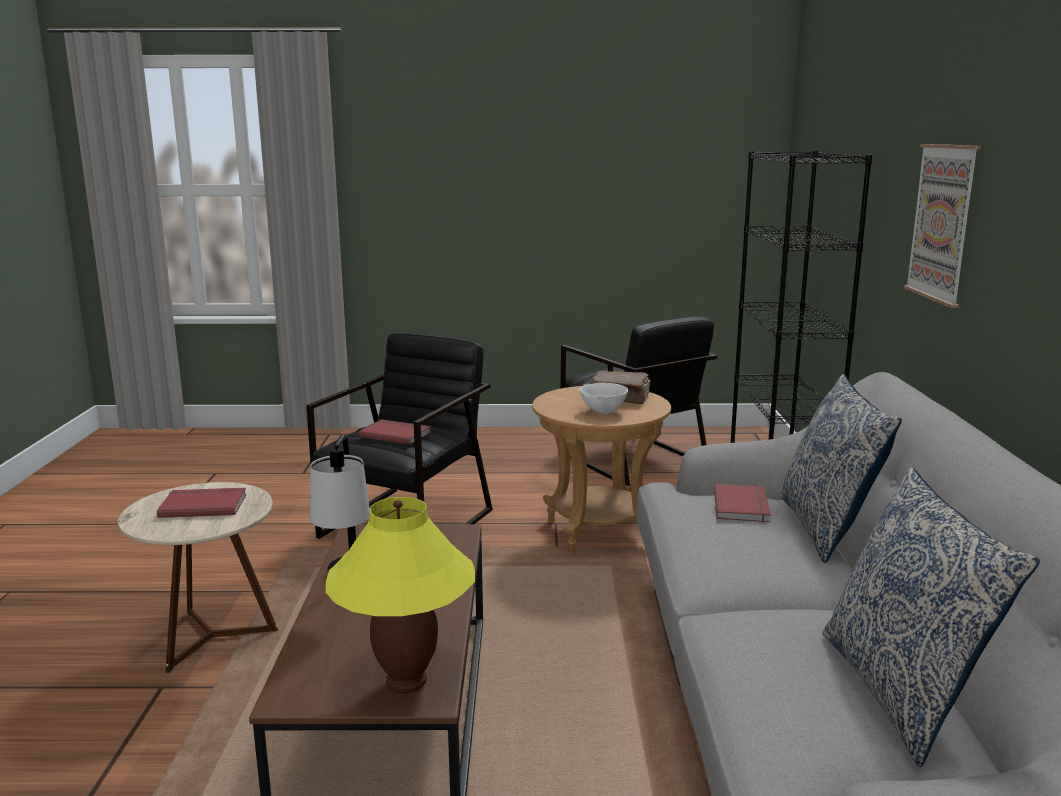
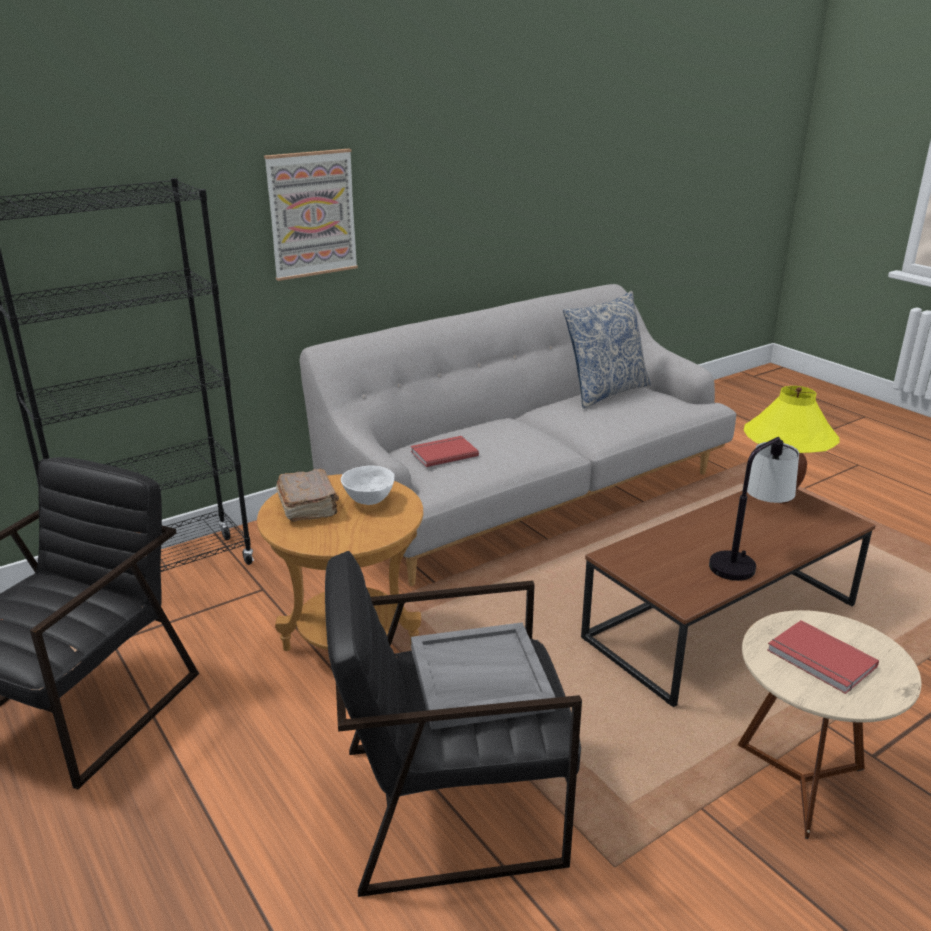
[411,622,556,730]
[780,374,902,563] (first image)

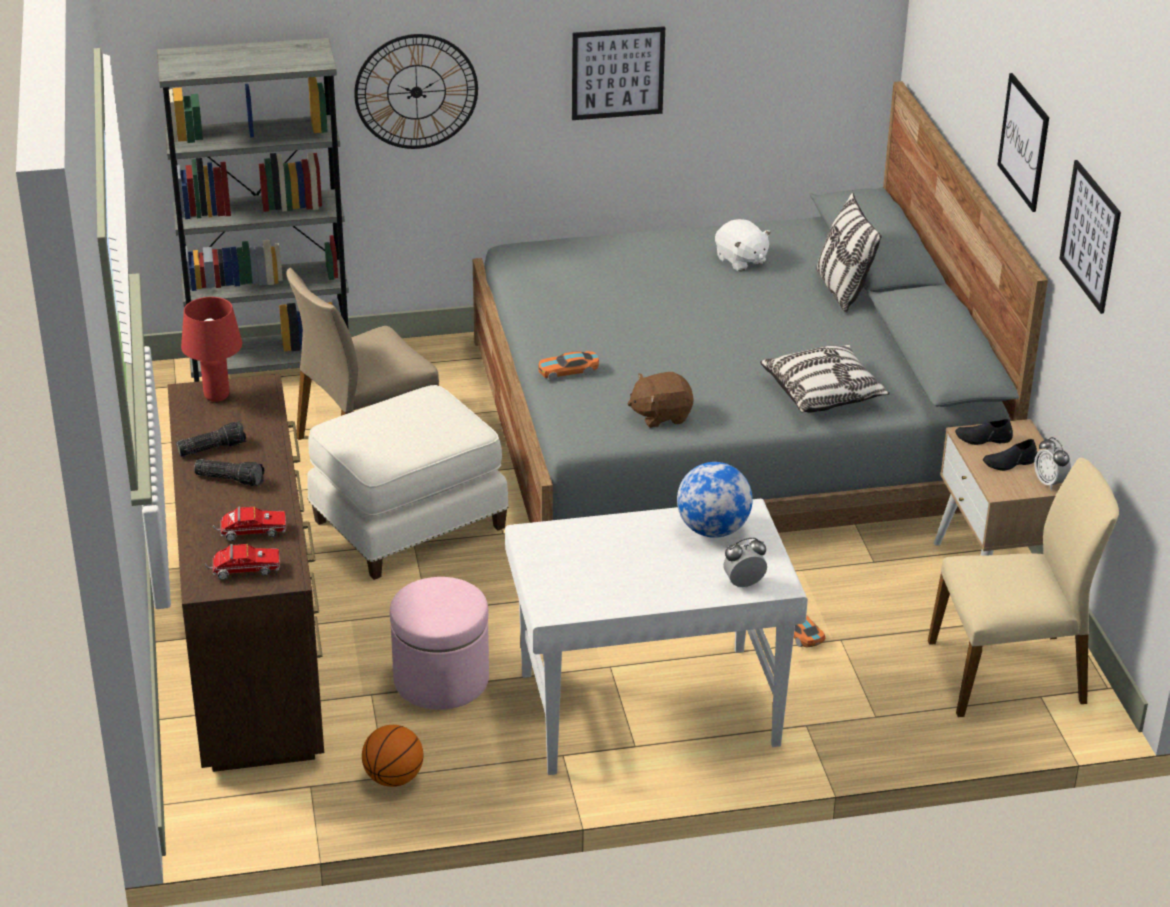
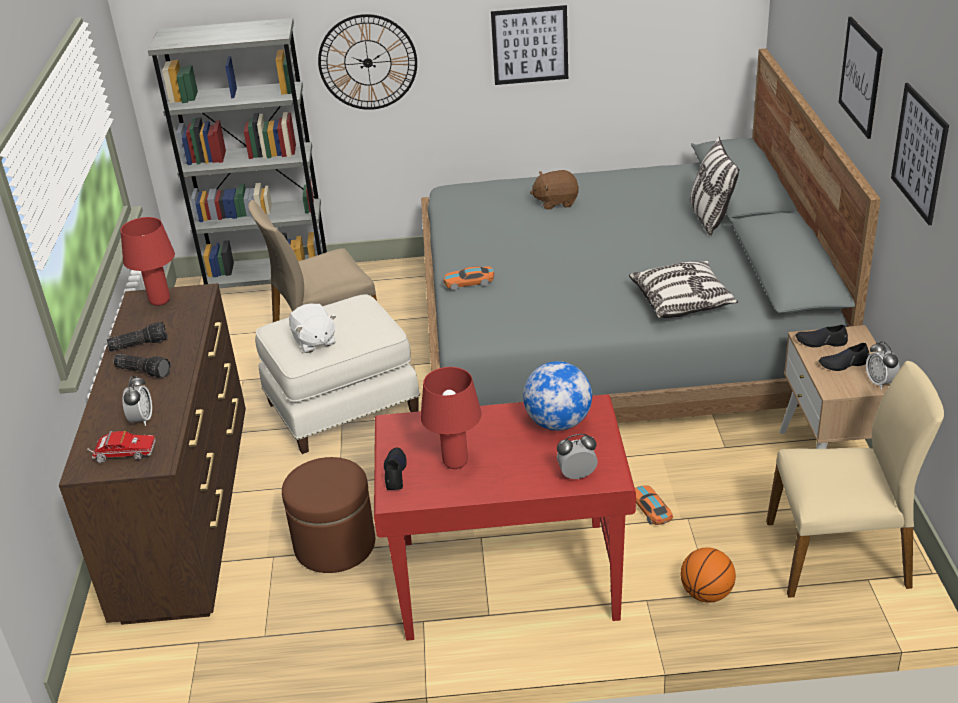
[123,376,152,426]
[282,457,375,573]
[289,304,336,353]
[374,394,636,641]
[384,448,407,490]
[421,367,482,469]
[530,170,579,209]
[681,547,736,603]

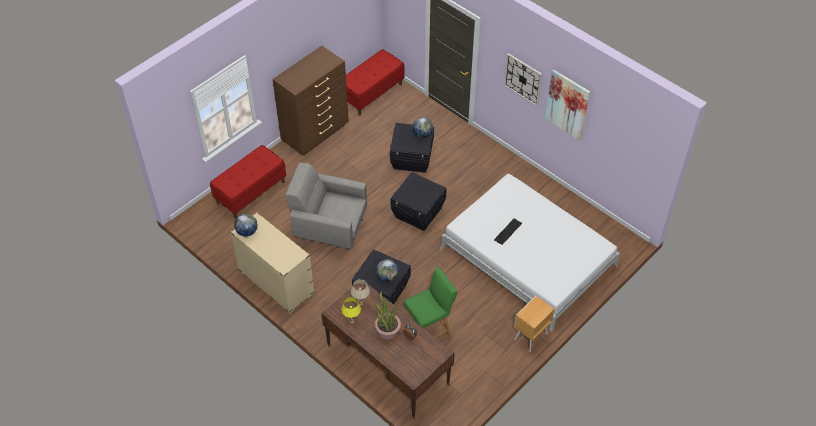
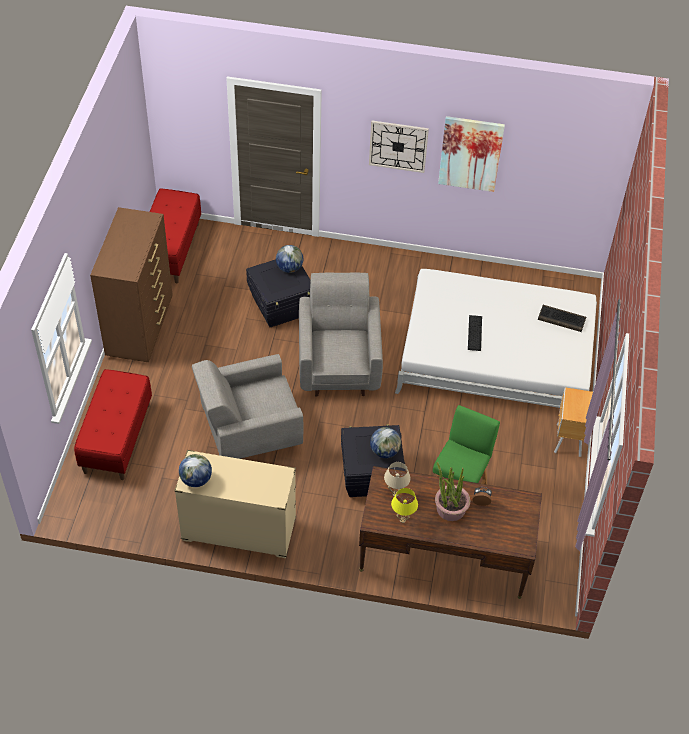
[299,272,383,397]
[538,305,586,332]

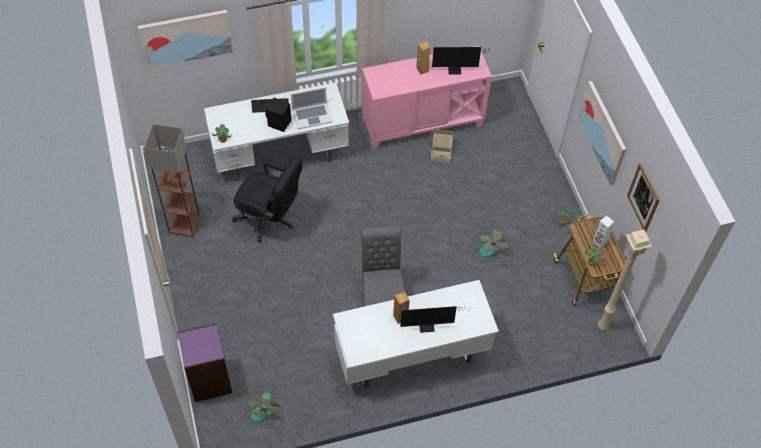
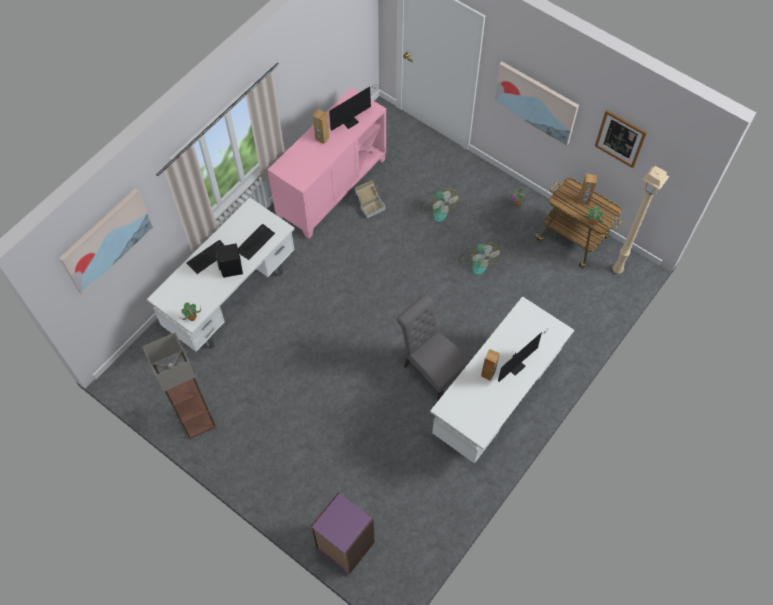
[238,224,275,260]
[420,188,459,222]
[578,174,597,205]
[232,156,302,242] (first image)

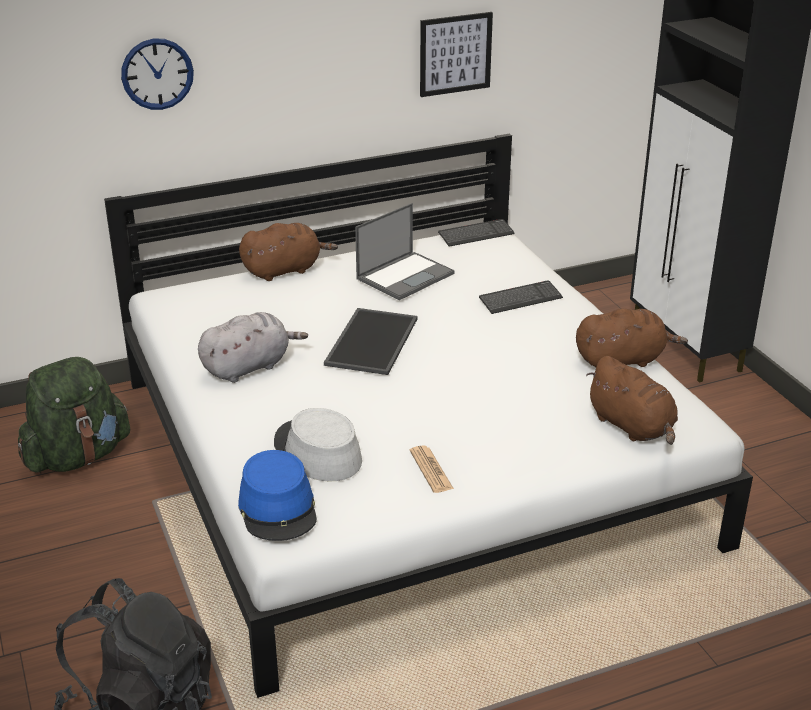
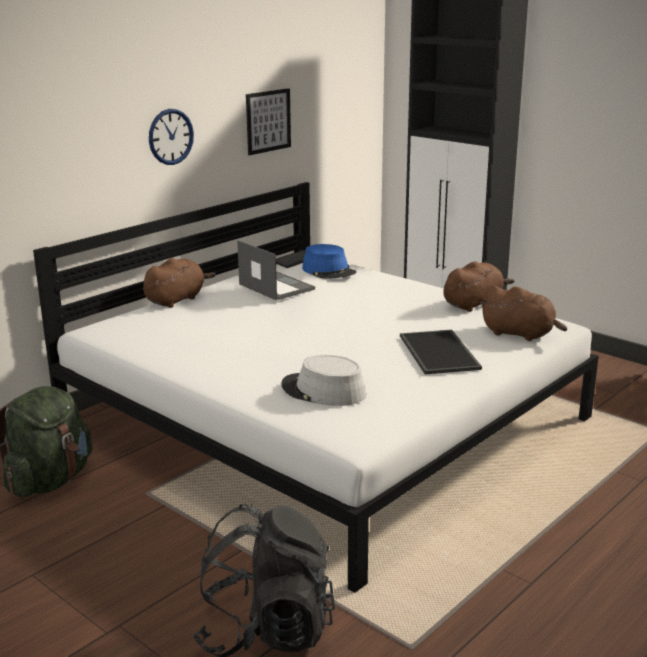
[149,109,194,165]
[237,240,315,300]
[302,244,357,279]
[400,330,482,374]
[198,312,308,383] (first image)
[410,445,454,493] (first image)
[479,280,563,314] (first image)

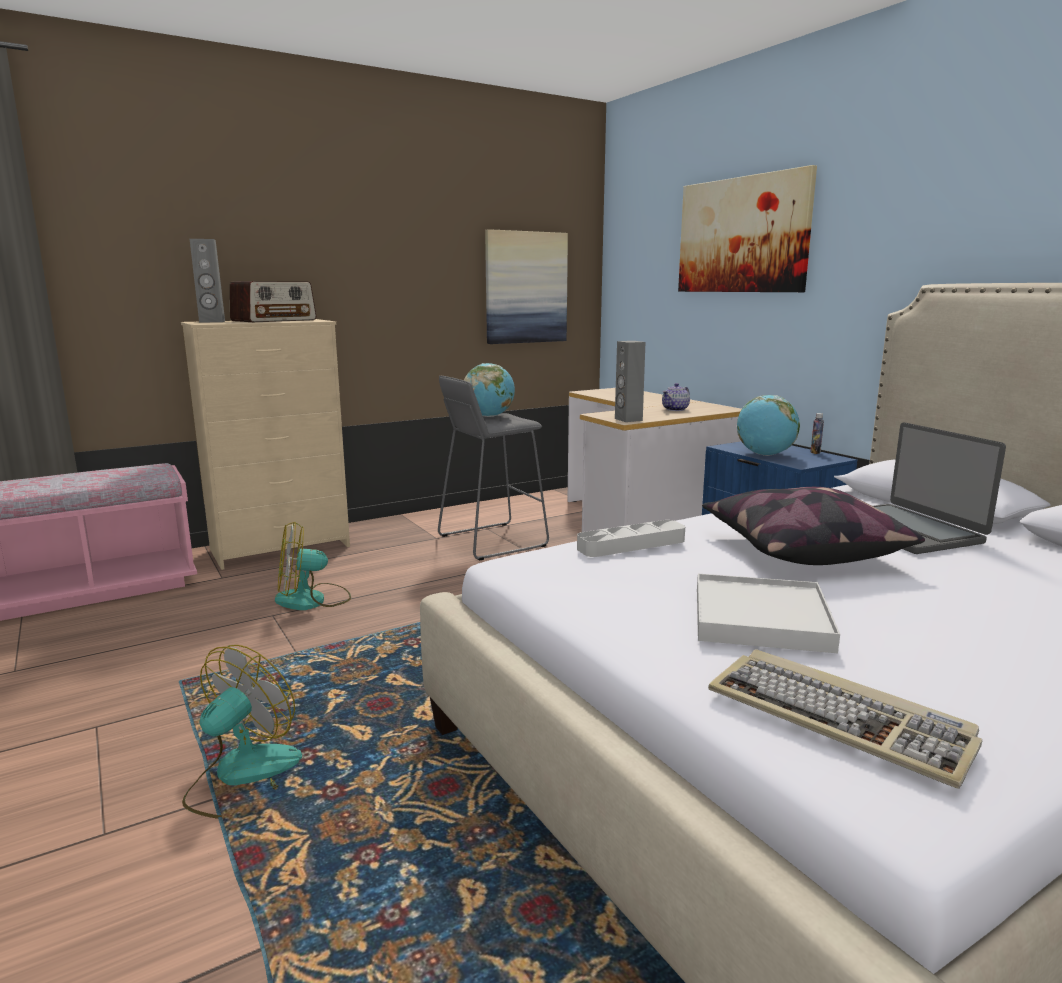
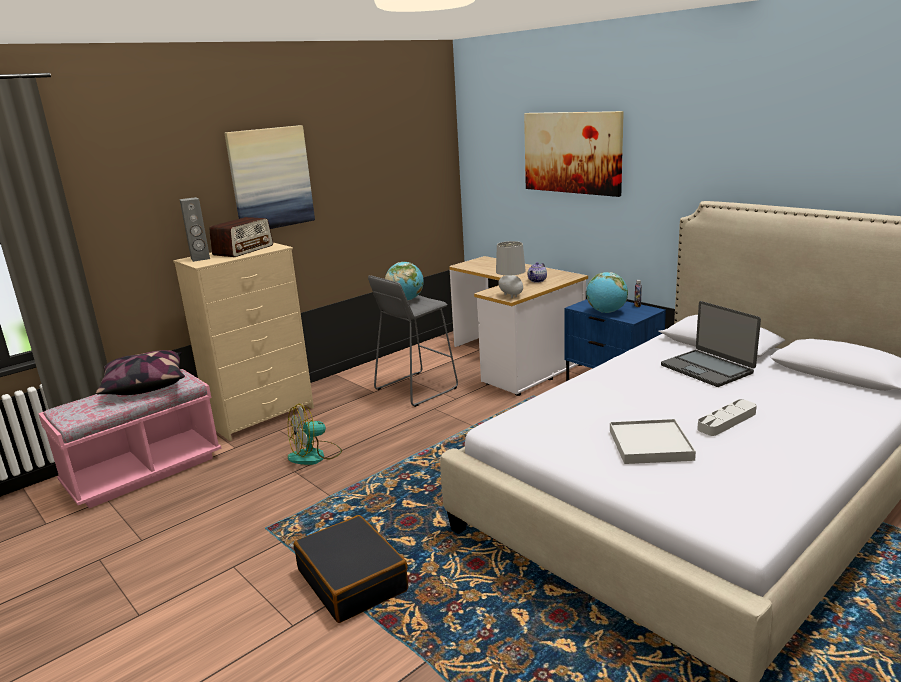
[96,350,185,395]
[225,125,315,229]
[294,515,408,623]
[496,241,526,298]
[697,399,757,436]
[708,649,983,789] (first image)

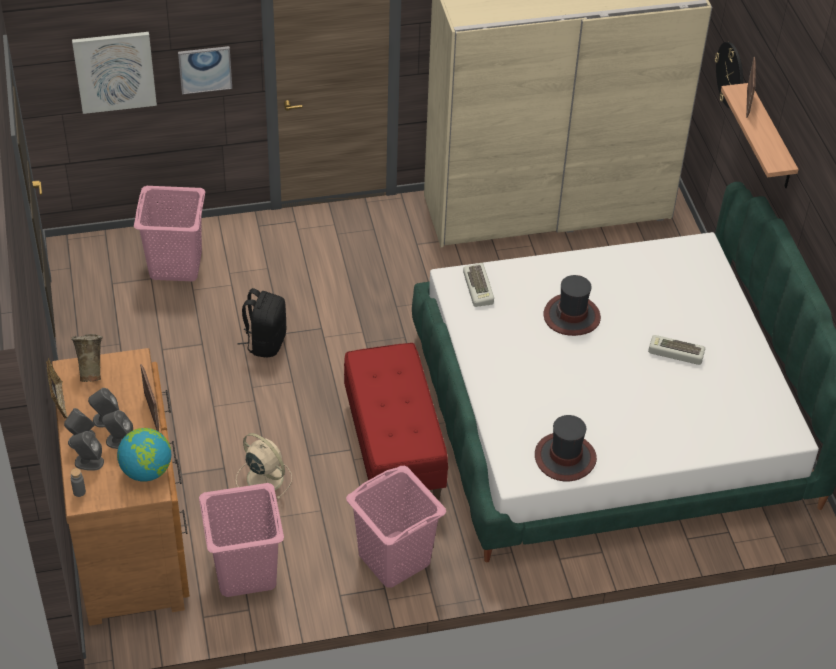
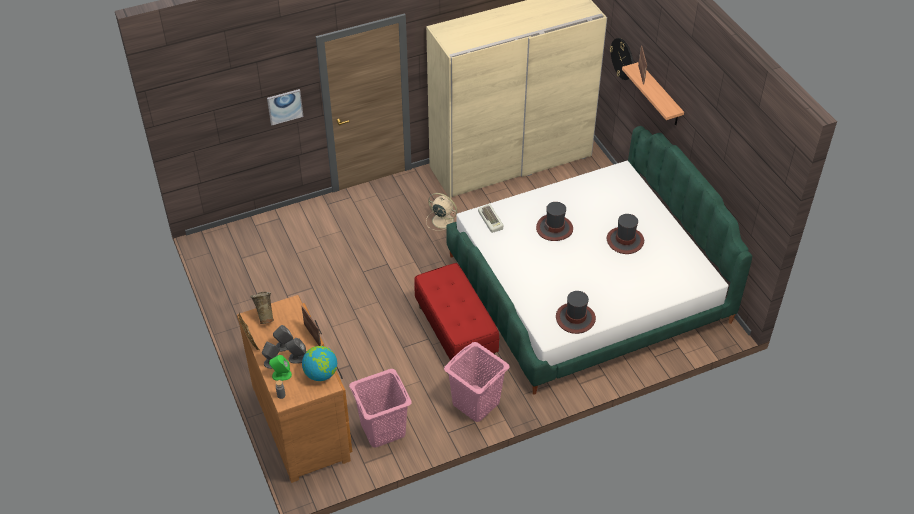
[269,355,292,381]
[426,193,457,231]
[607,214,644,254]
[72,32,157,114] (first image)
[134,186,205,281] (first image)
[237,288,286,357] (first image)

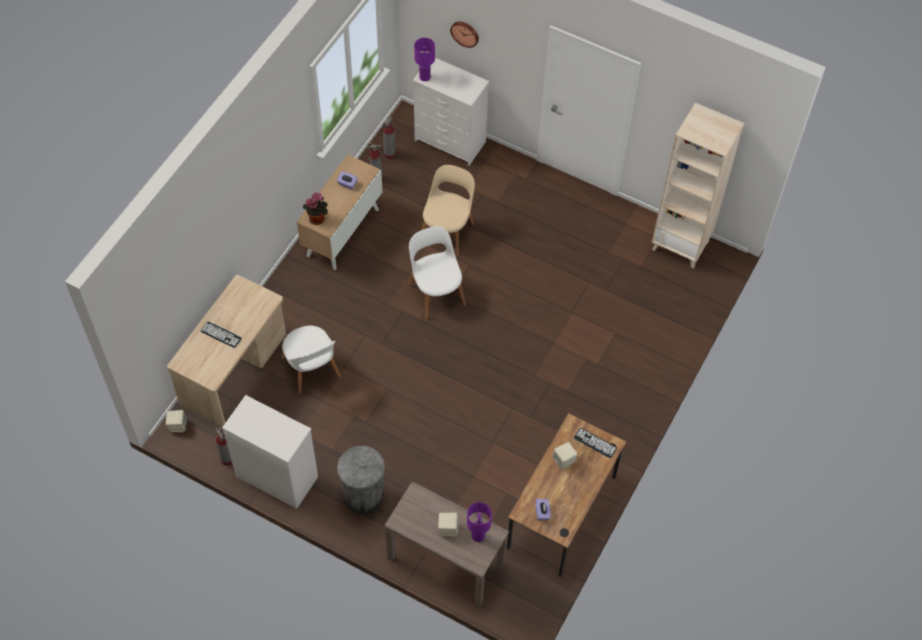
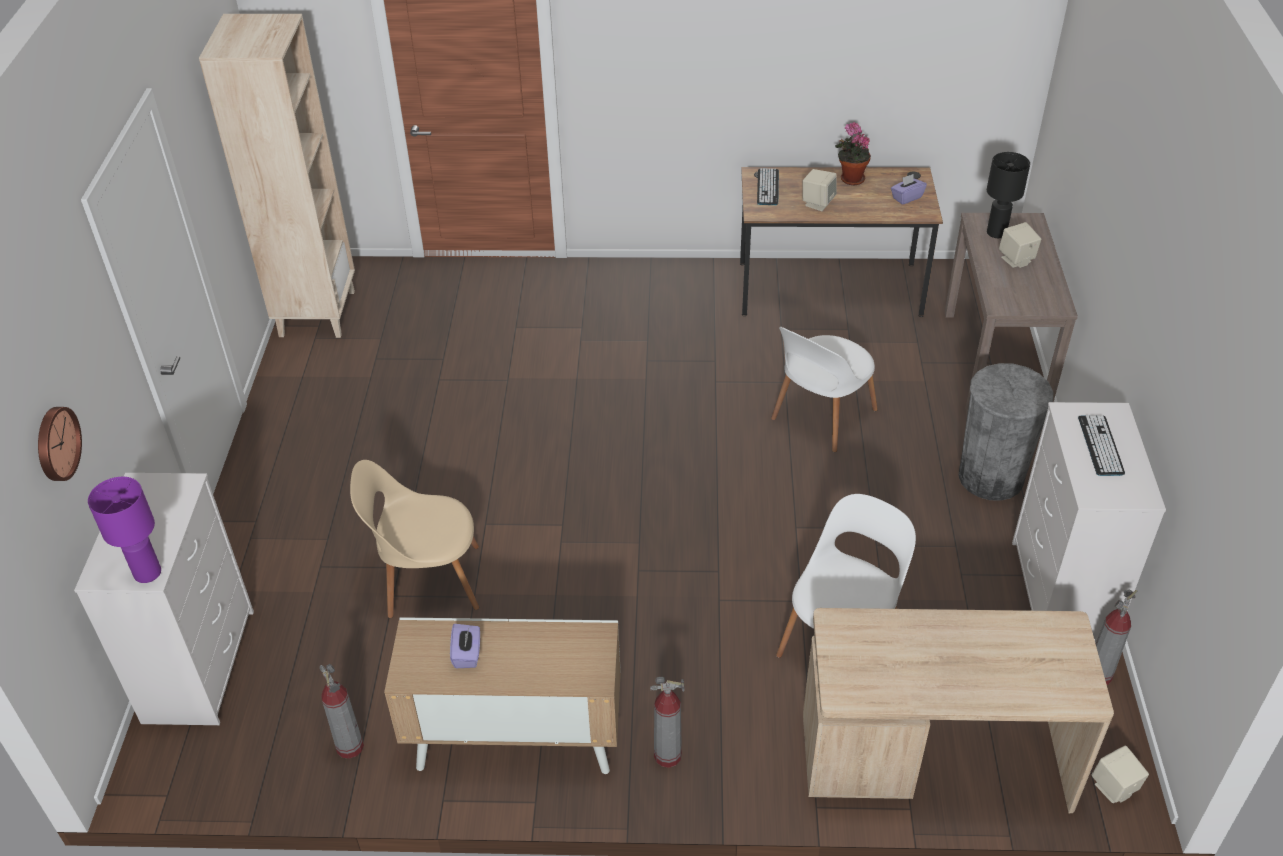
[650,677,685,768]
[771,327,878,452]
[835,122,871,185]
[987,152,1030,238]
[1078,415,1125,476]

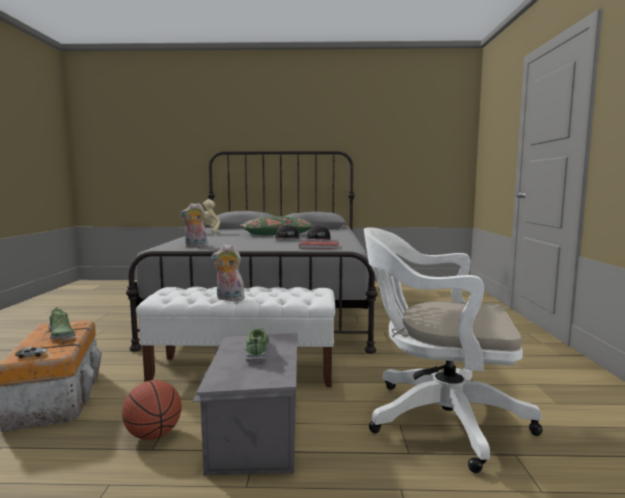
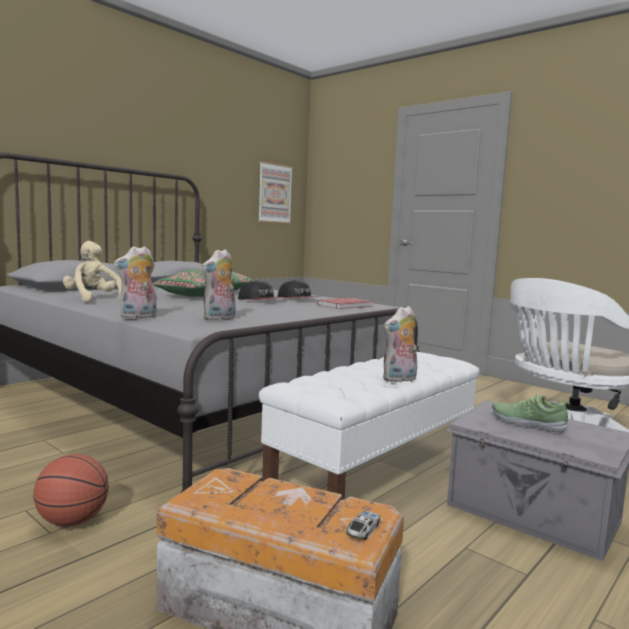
[33,454,109,526]
[114,246,157,319]
[258,161,293,223]
[49,307,75,339] (first image)

